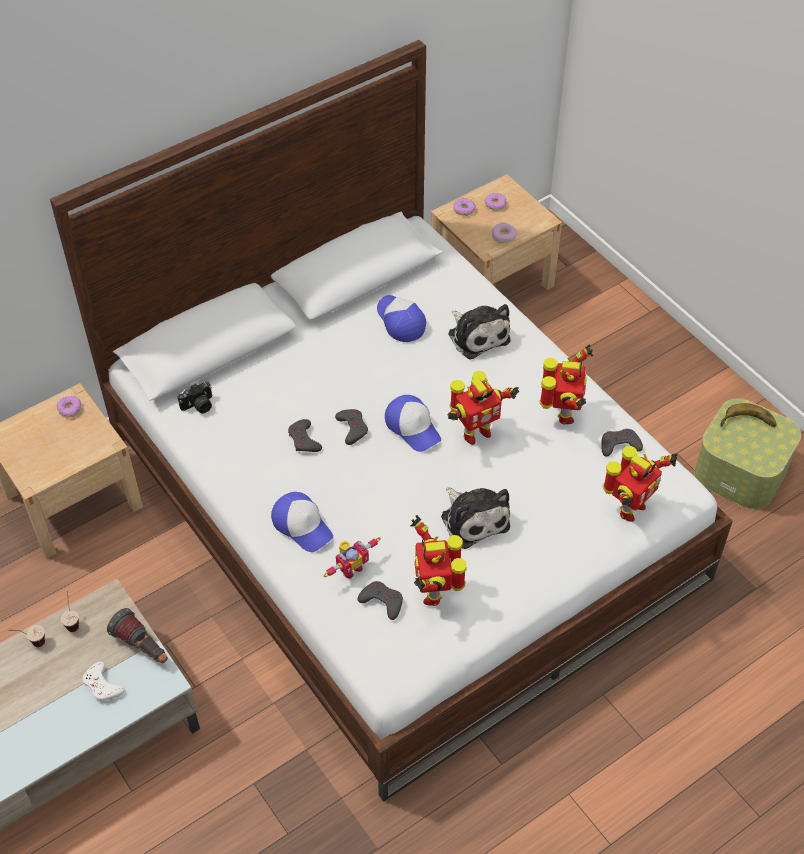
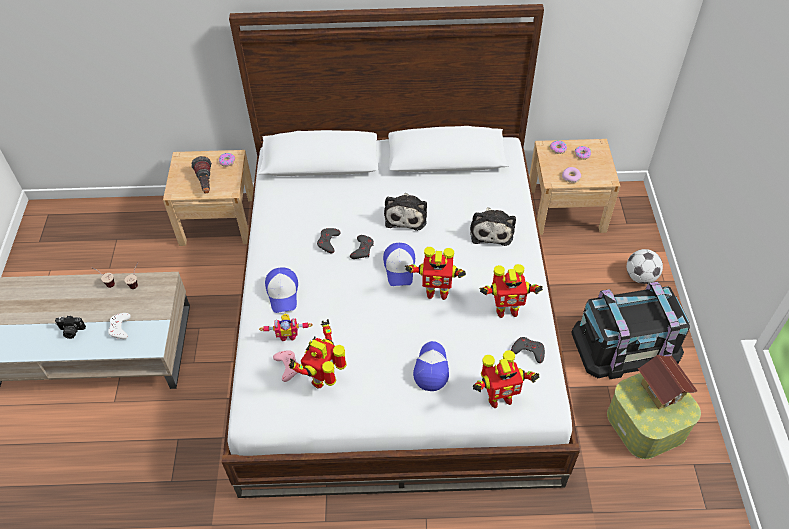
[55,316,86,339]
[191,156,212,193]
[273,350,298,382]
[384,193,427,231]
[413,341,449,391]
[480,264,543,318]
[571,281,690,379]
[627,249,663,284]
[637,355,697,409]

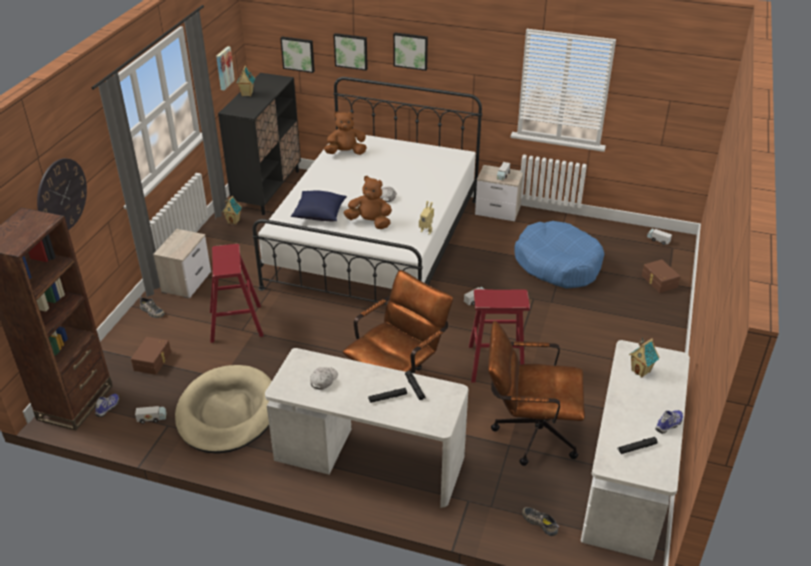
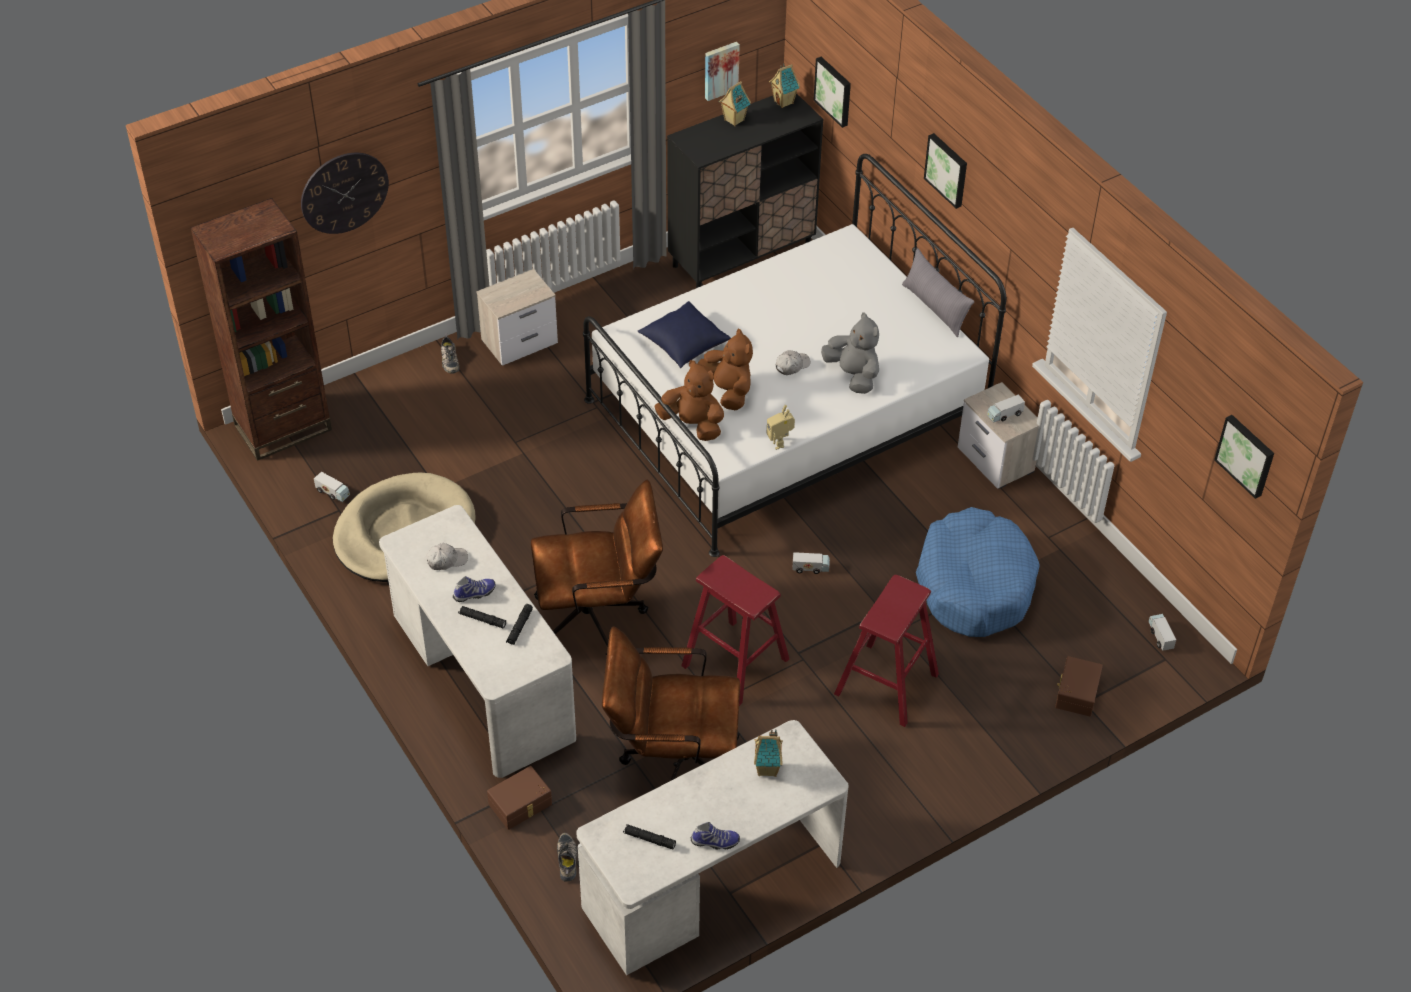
[453,576,496,602]
[487,766,552,830]
[602,626,740,781]
[654,360,724,441]
[769,63,800,108]
[821,312,879,394]
[834,575,939,727]
[902,248,974,337]
[1214,415,1274,499]

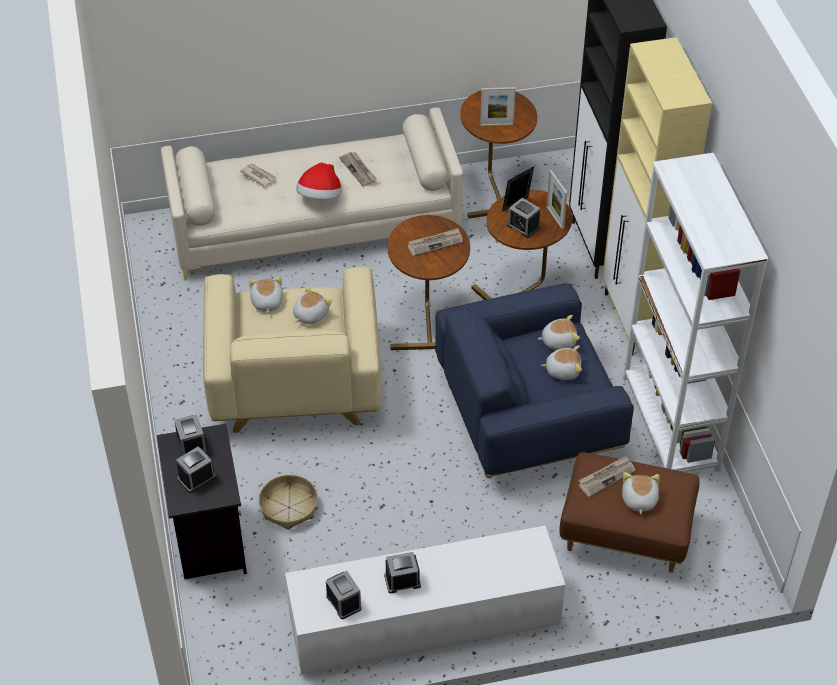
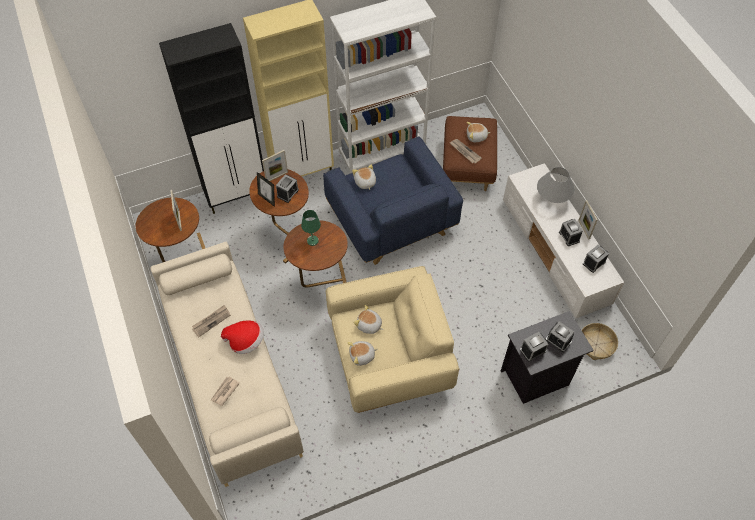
[301,210,321,246]
[537,167,575,203]
[578,200,598,240]
[582,323,618,360]
[541,345,582,380] (first image)

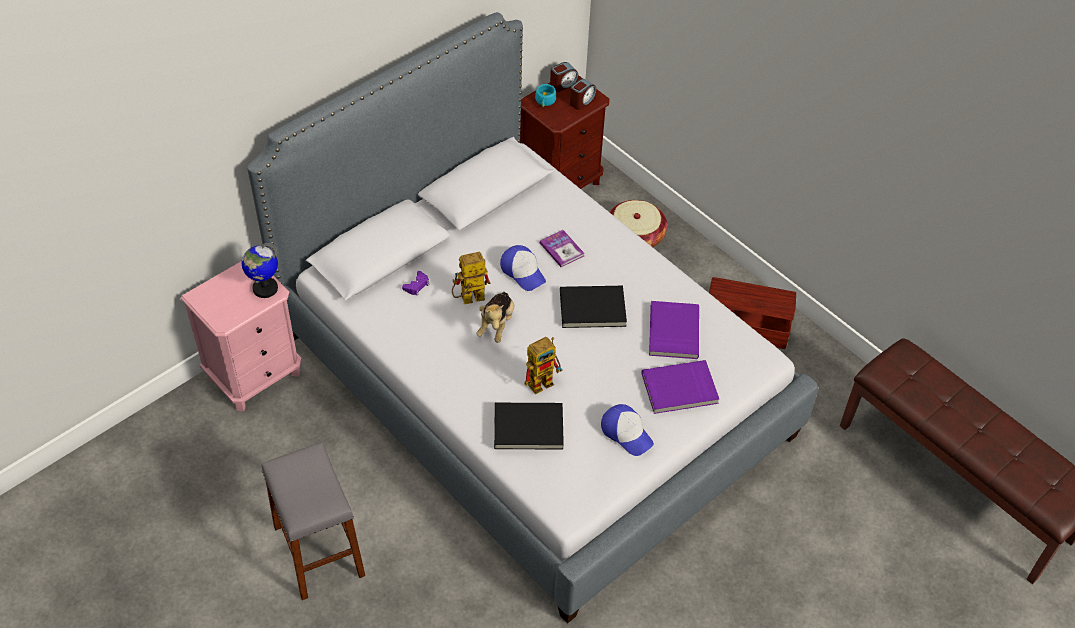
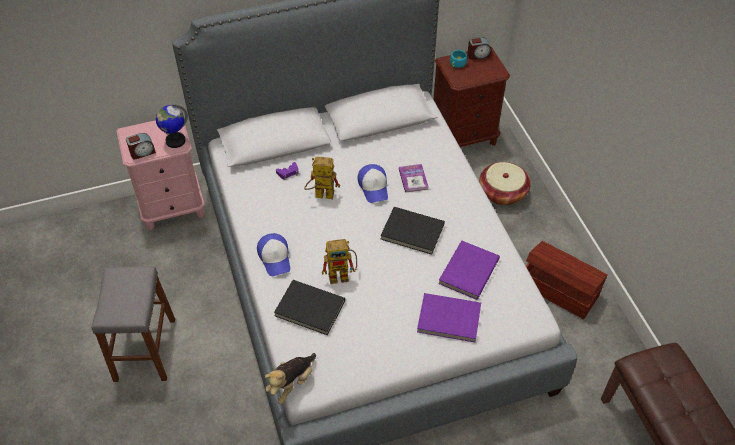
[126,133,156,160]
[257,233,290,276]
[265,353,316,404]

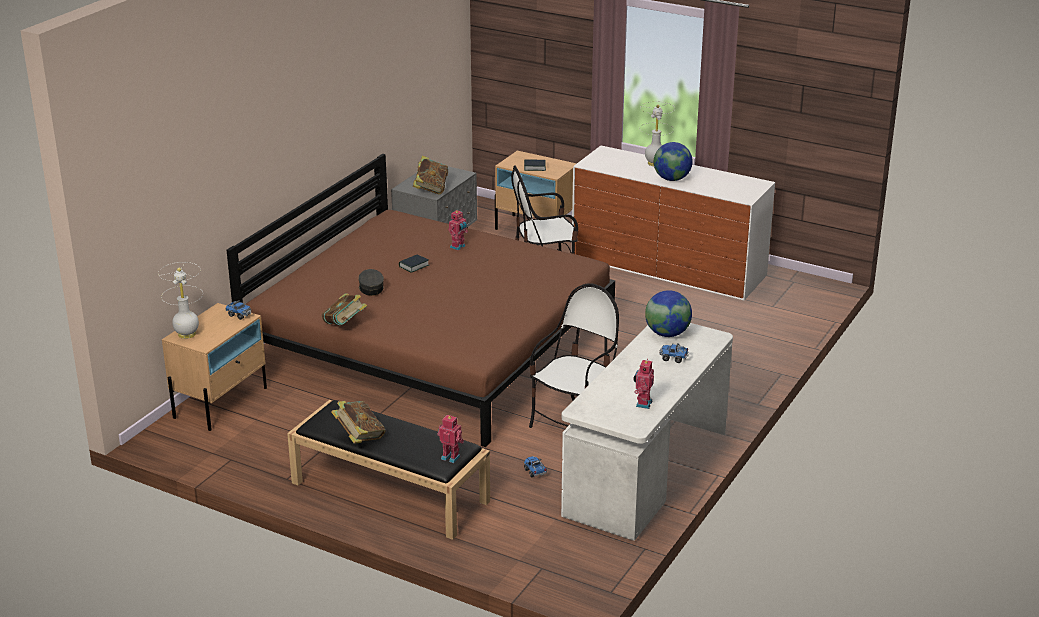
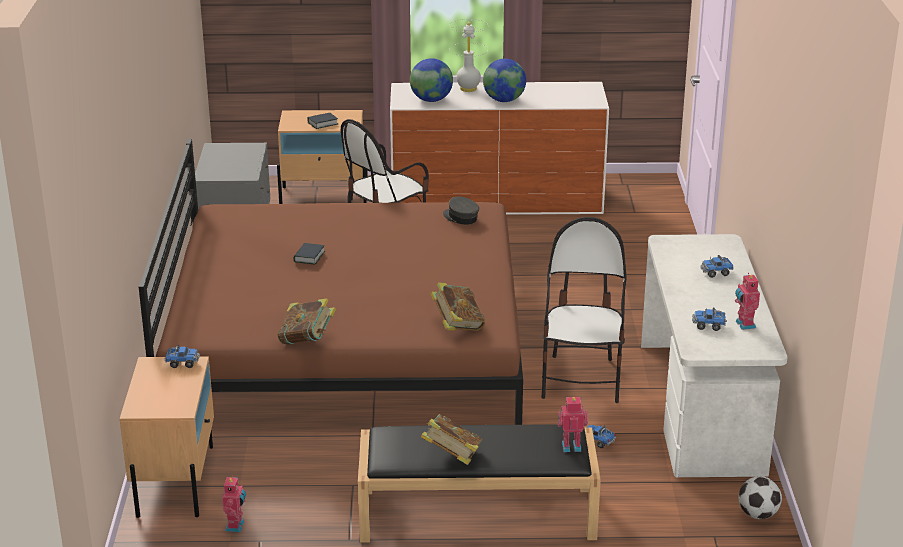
[222,475,246,532]
[410,58,453,102]
[430,282,485,331]
[443,196,479,225]
[692,307,727,331]
[738,476,782,519]
[158,262,203,339] (first image)

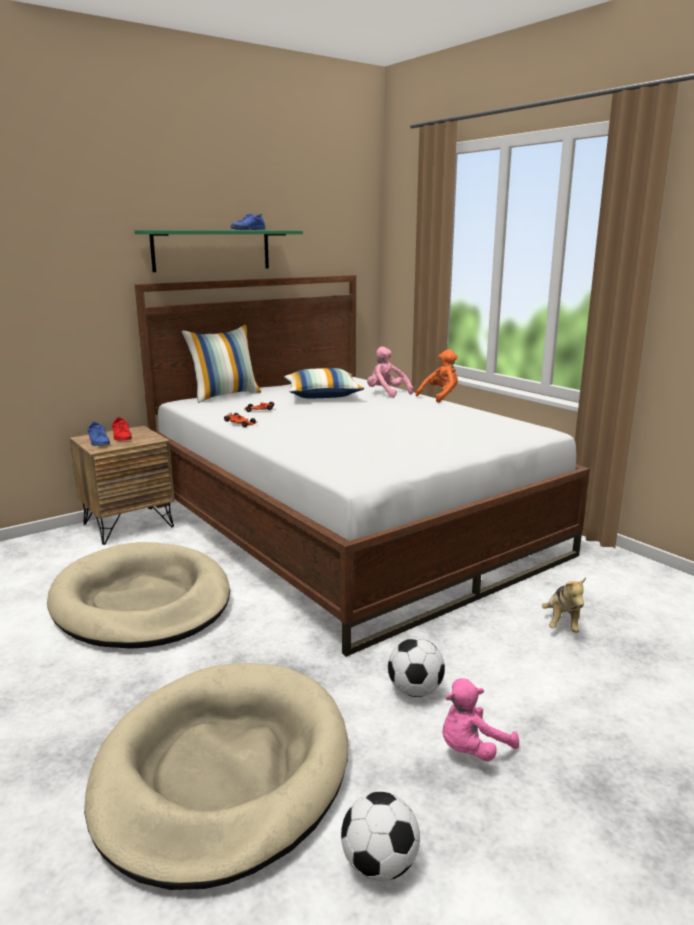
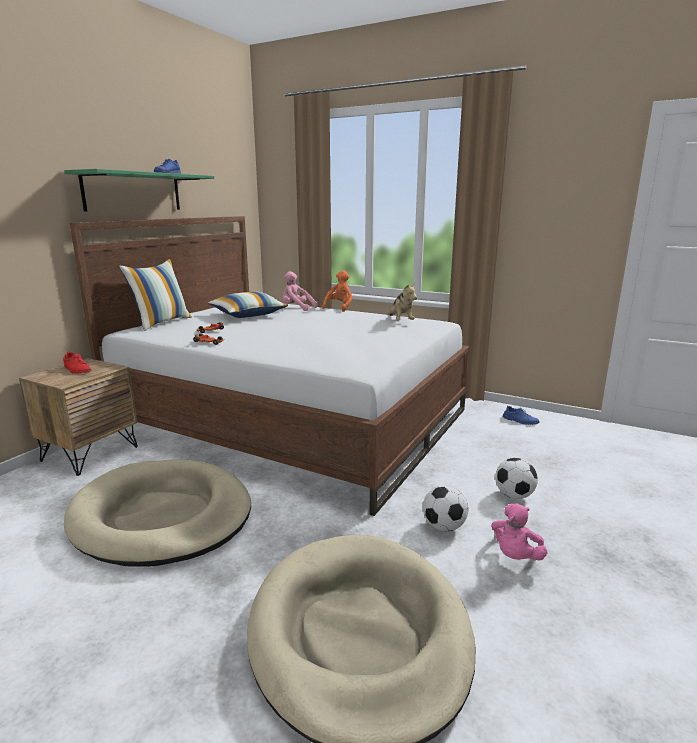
[387,283,417,320]
[495,458,538,499]
[503,406,539,425]

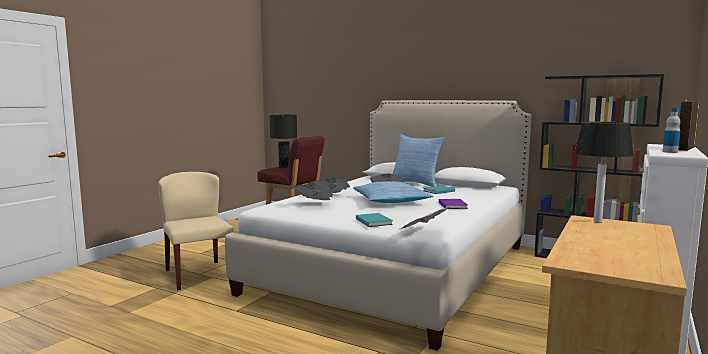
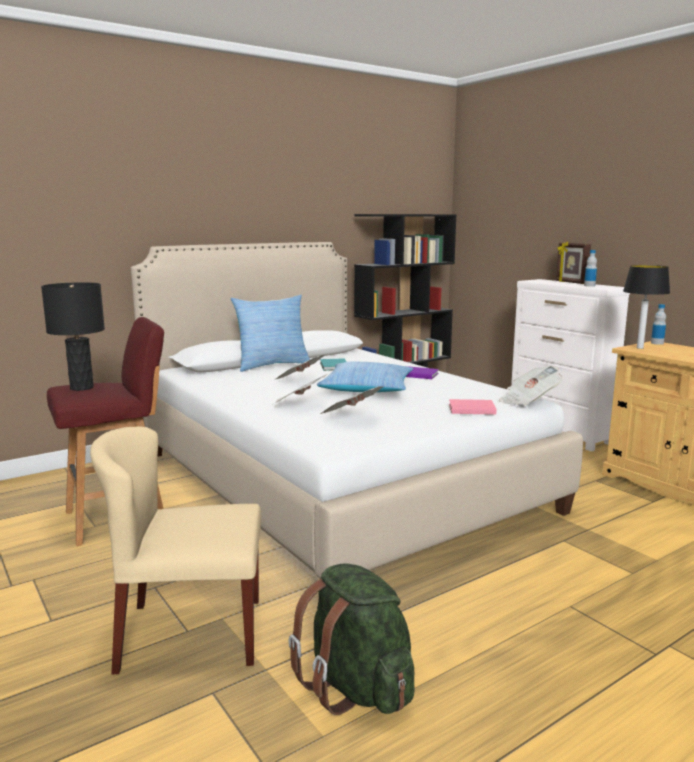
[288,563,415,715]
[449,399,497,415]
[651,304,666,345]

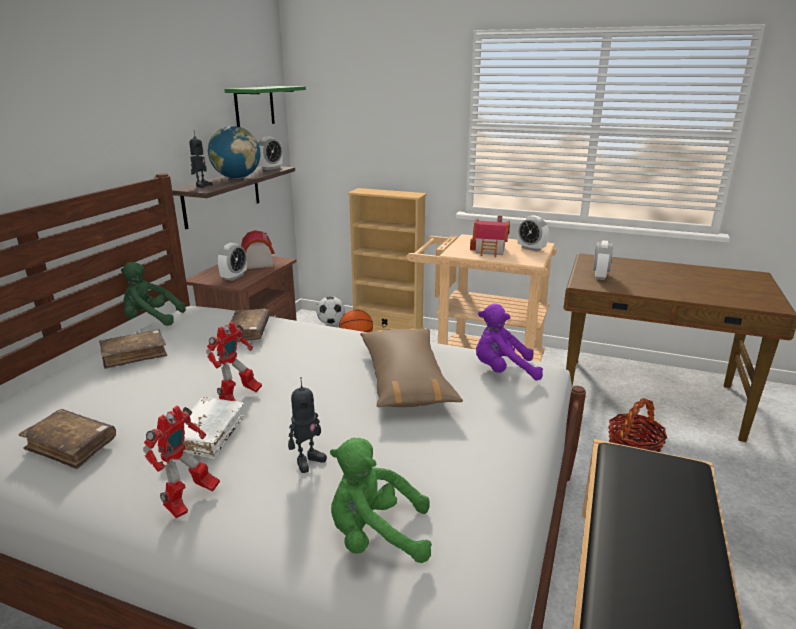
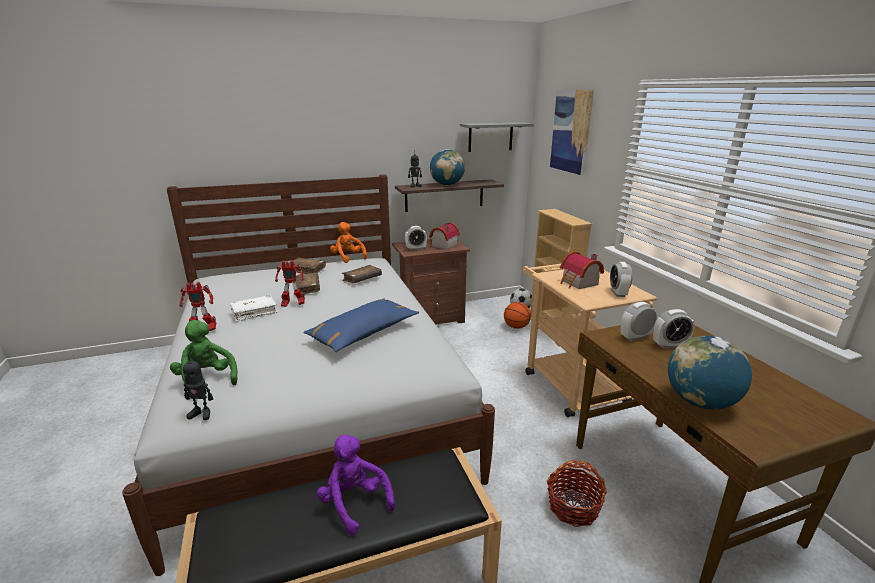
[183,354,213,420]
[296,273,320,294]
[303,298,419,352]
[317,435,395,535]
[330,222,367,263]
[460,122,534,152]
[550,90,594,175]
[653,309,695,349]
[668,336,752,410]

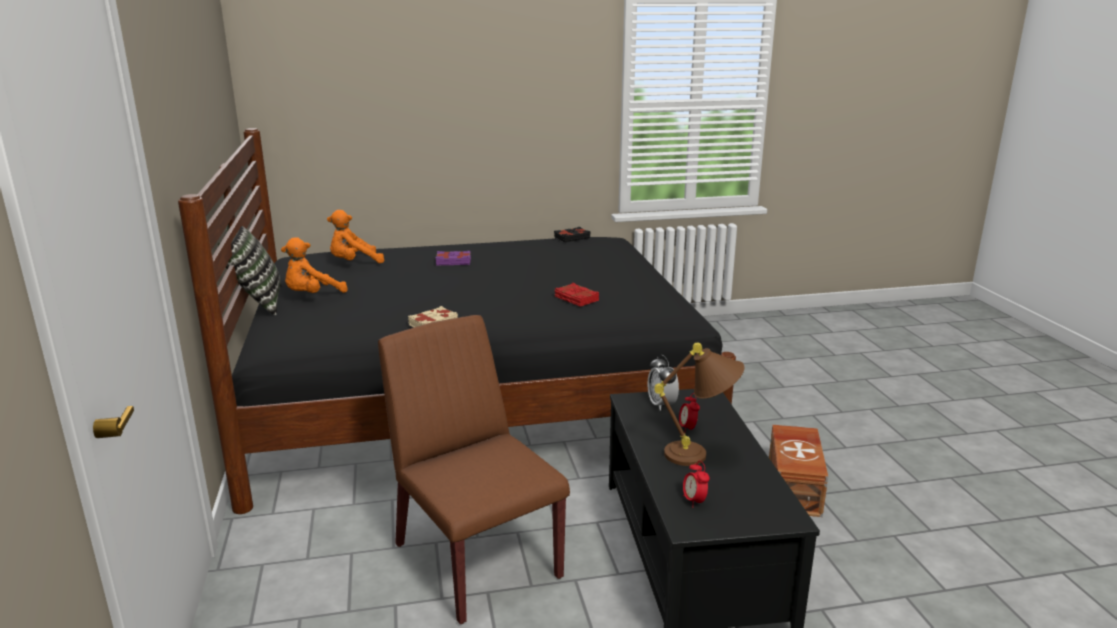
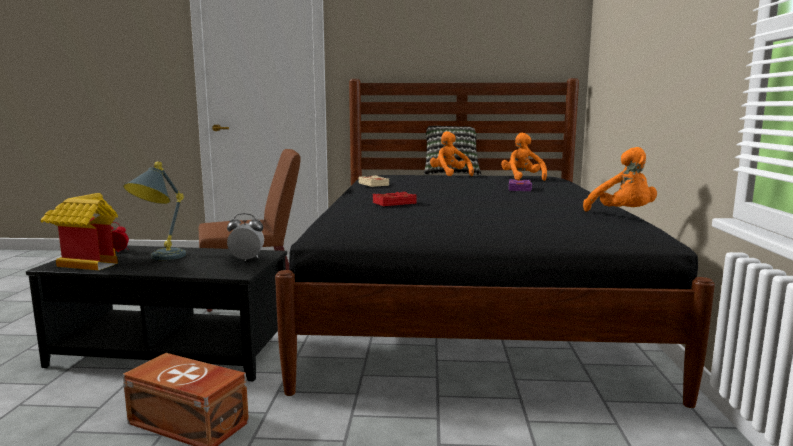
[41,193,118,271]
[123,162,186,260]
[583,147,657,212]
[679,393,700,433] (first image)

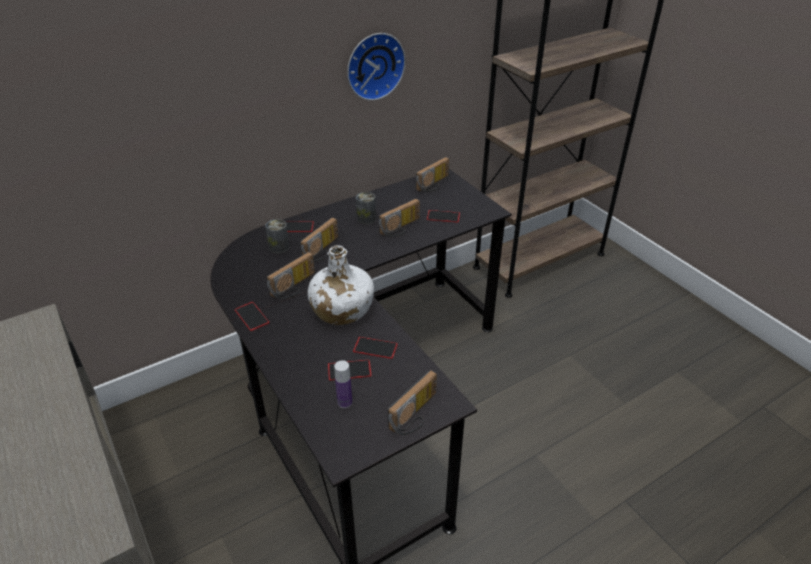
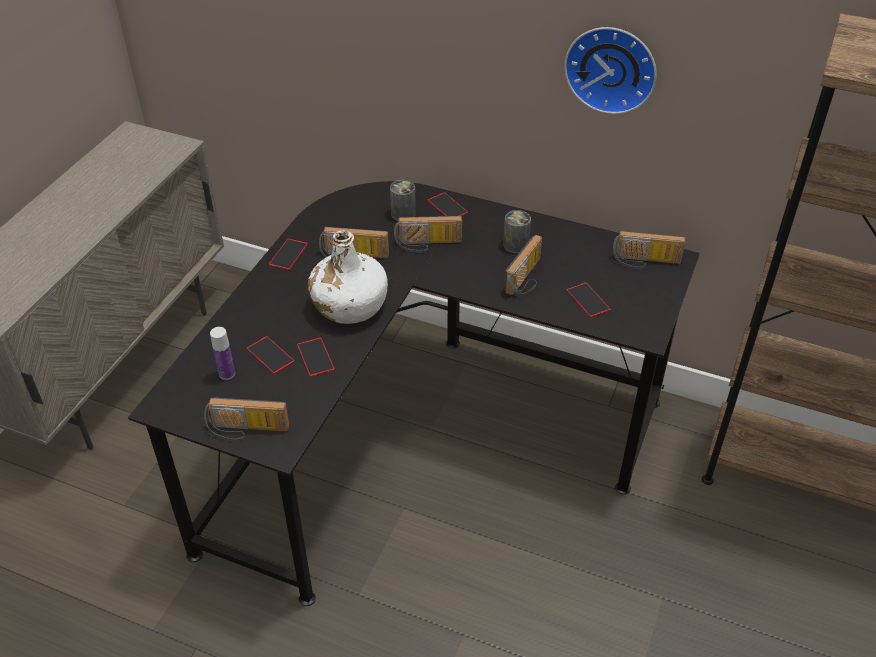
[504,235,542,296]

